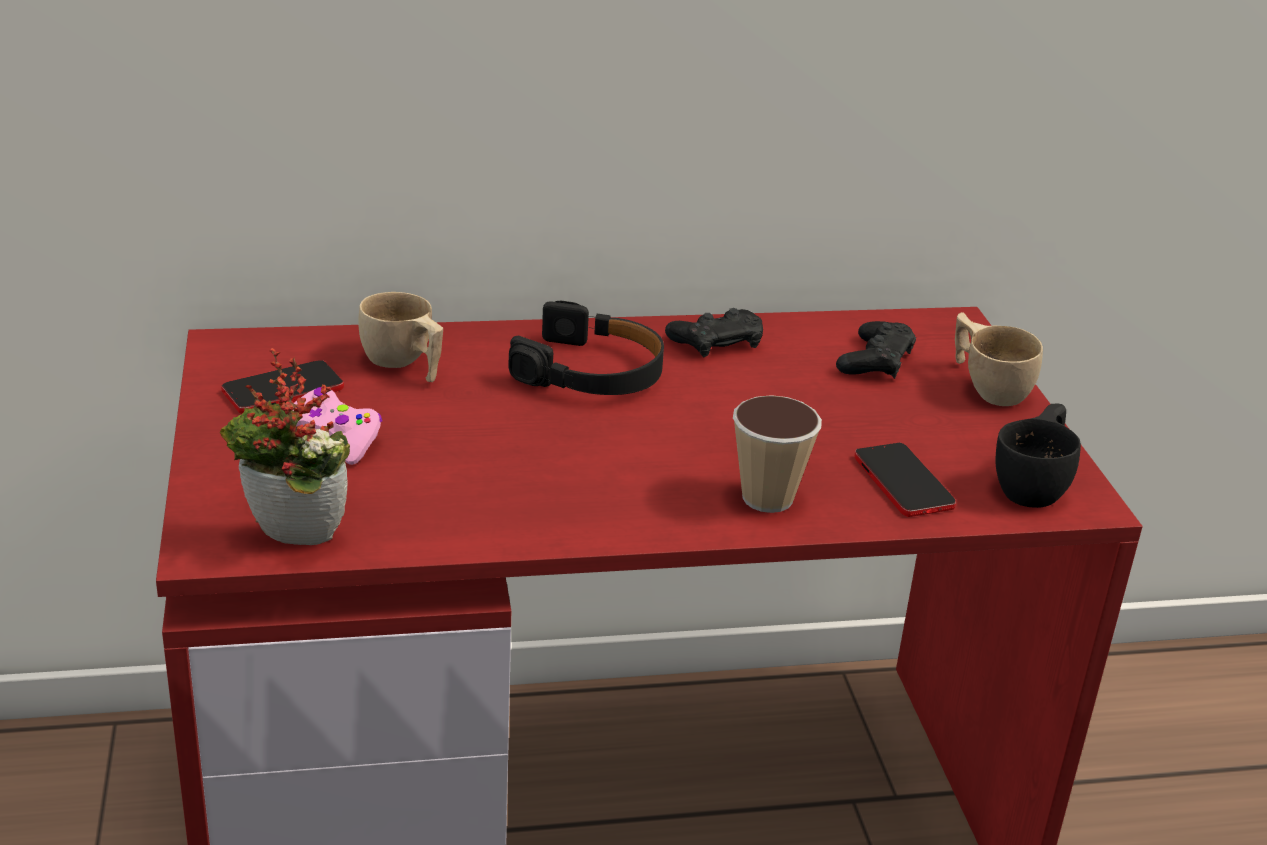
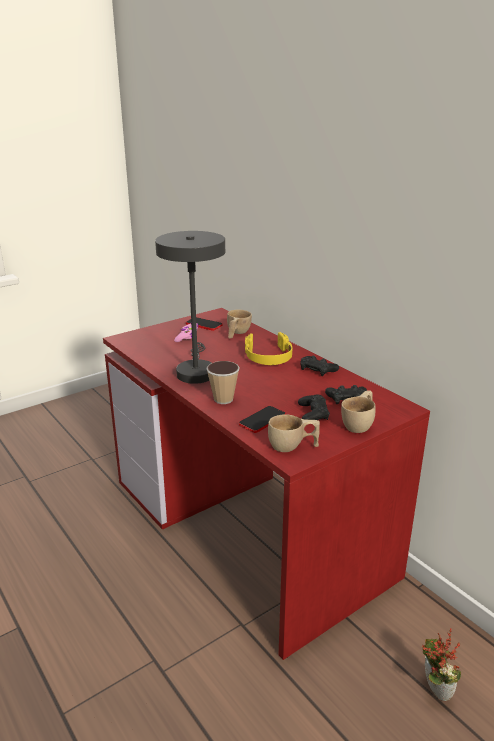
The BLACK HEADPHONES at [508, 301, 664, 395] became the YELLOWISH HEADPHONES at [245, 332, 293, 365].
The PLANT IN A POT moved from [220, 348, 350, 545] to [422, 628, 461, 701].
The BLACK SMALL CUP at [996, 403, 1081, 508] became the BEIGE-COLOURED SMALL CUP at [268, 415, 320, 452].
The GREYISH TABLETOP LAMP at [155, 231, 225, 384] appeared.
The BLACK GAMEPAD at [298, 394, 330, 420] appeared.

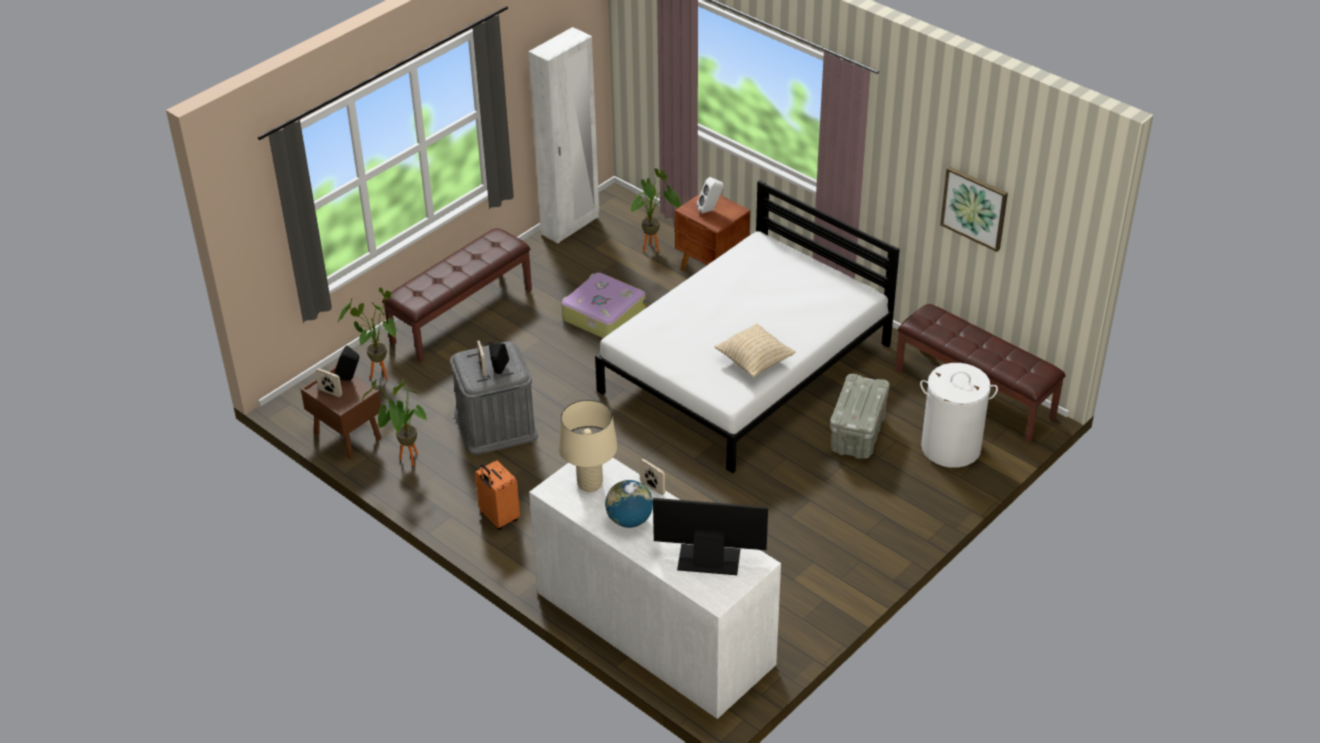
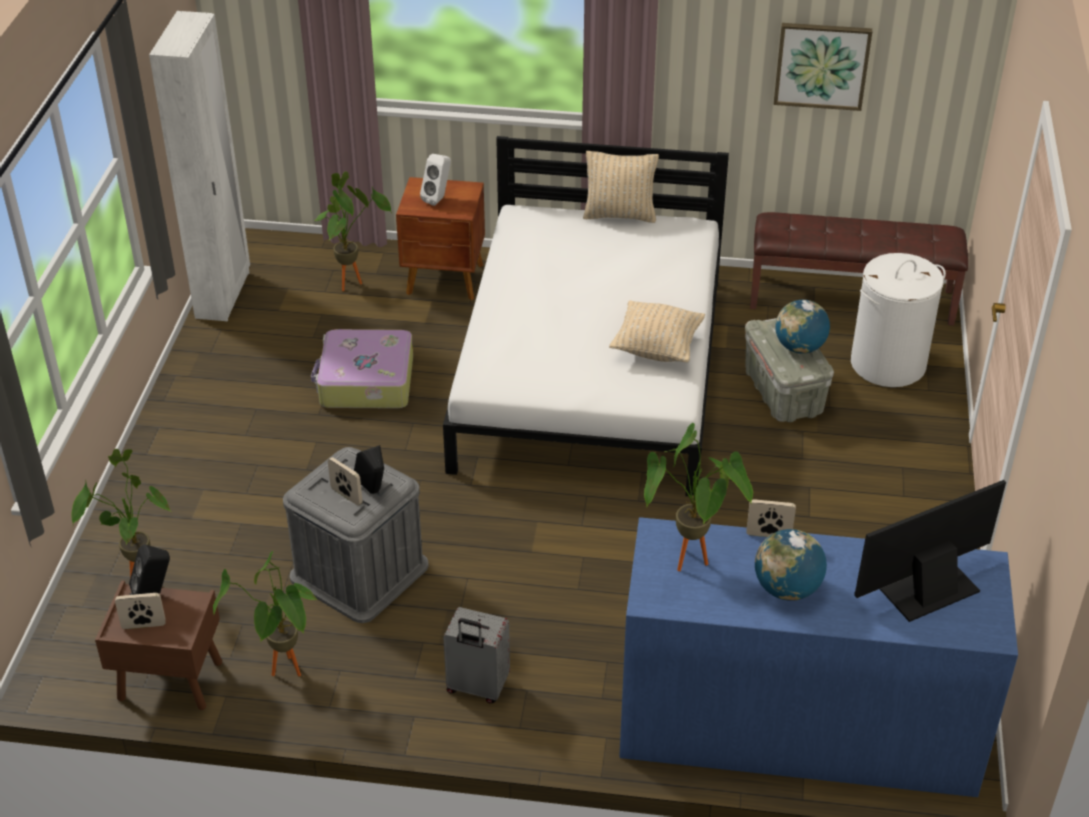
The BROWN-COLOURED BENCH at [382, 228, 532, 363] disappeared.
The BEIGE-COLOURED TABLETOP LAMP at [559, 400, 618, 492] was replaced by the PLANT IN A POT at [644, 423, 753, 571].
The WHITE-COLOURED DRAWER CHEST at [529, 458, 781, 719] became the BLUE DRAWER CHEST at [619, 517, 1018, 797].
The ORANGE PIECE OF LUGGAGE at [475, 460, 520, 530] became the GREYISH PIECE OF LUGGAGE at [443, 607, 510, 703].
The BEIGE-COLOURED CUSHION at [583, 151, 659, 223] appeared.
The DESK GLOBE at [775, 300, 830, 354] appeared.

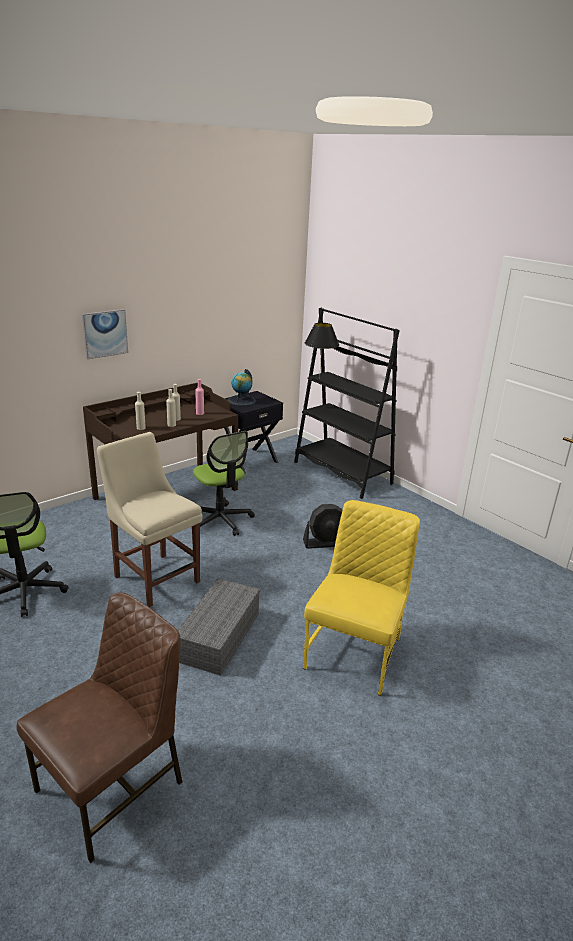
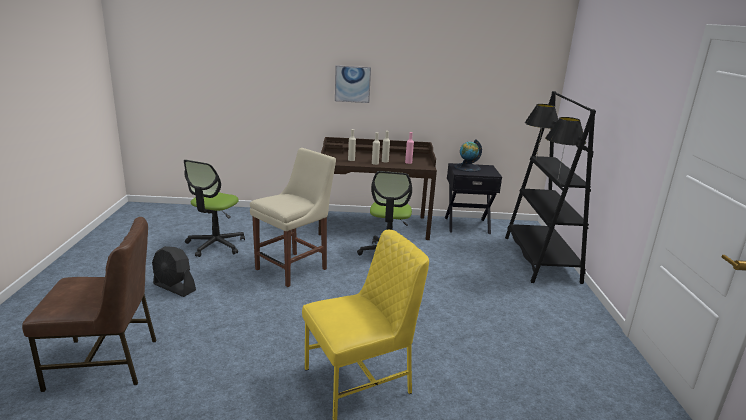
The BEIGE-COLOURED PLAIN CHAIR at [97, 432, 202, 607] turned 45 degrees clockwise.
The BLACK COOLING FAN moved from [303, 504, 343, 549] to [152, 246, 196, 297].
The GREYISH STORAGE CONTAINER at [178, 578, 260, 675] disappeared.
The BLACK TABLETOP LAMP at [545, 117, 586, 178] appeared.

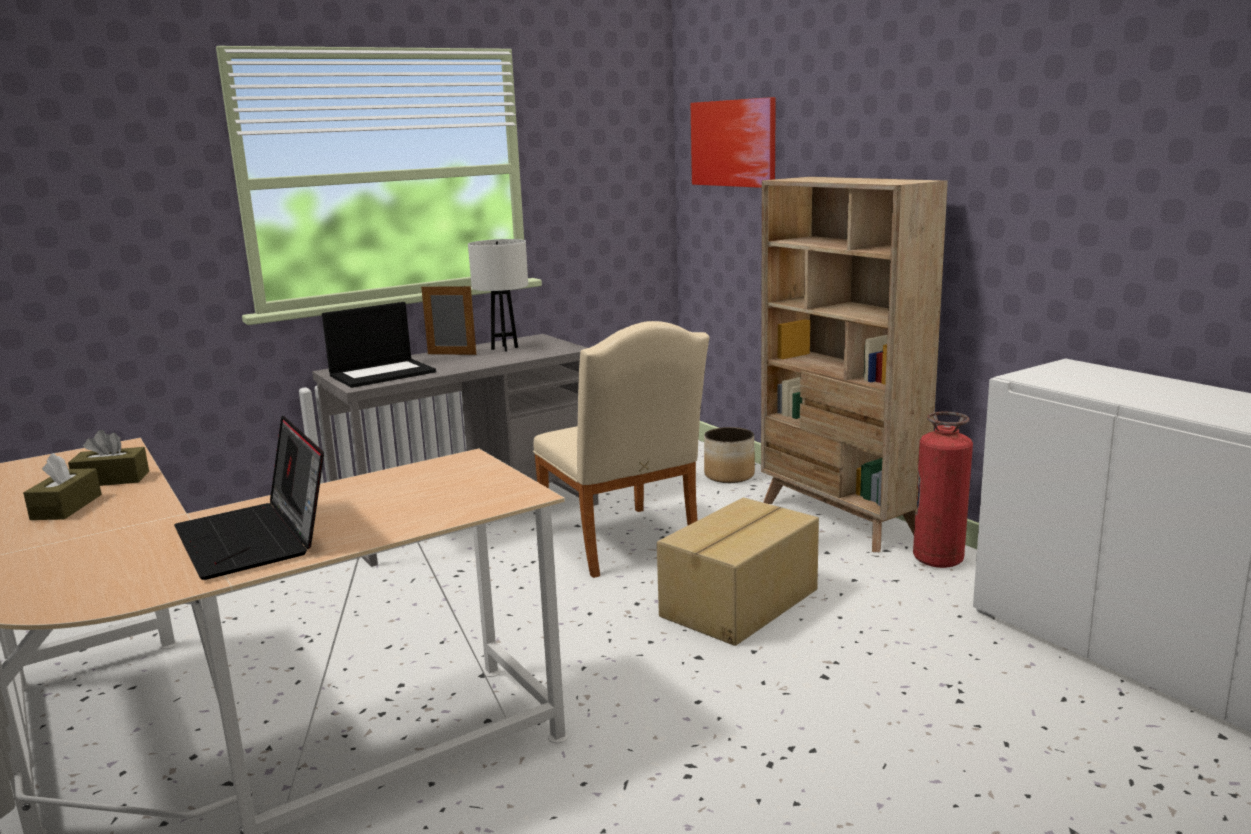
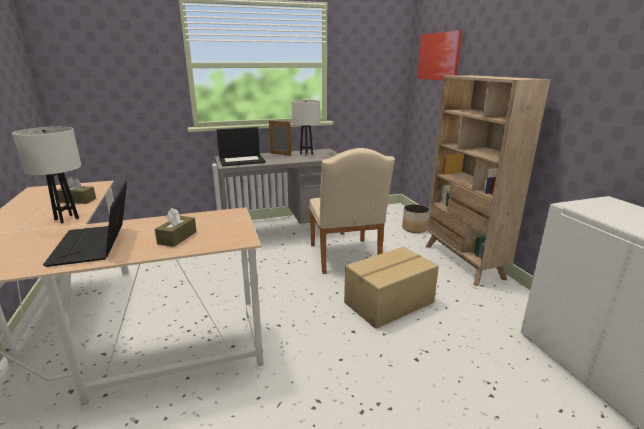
The EXTINGUISHER at [913, 412, 973, 568] disappeared.
The BROWN-COLOURED TISSUE HOLDER moved from [23, 453, 102, 520] to [155, 208, 197, 247].
The WHITE-COLOURED TABLETOP LAMP at [12, 127, 82, 223] appeared.

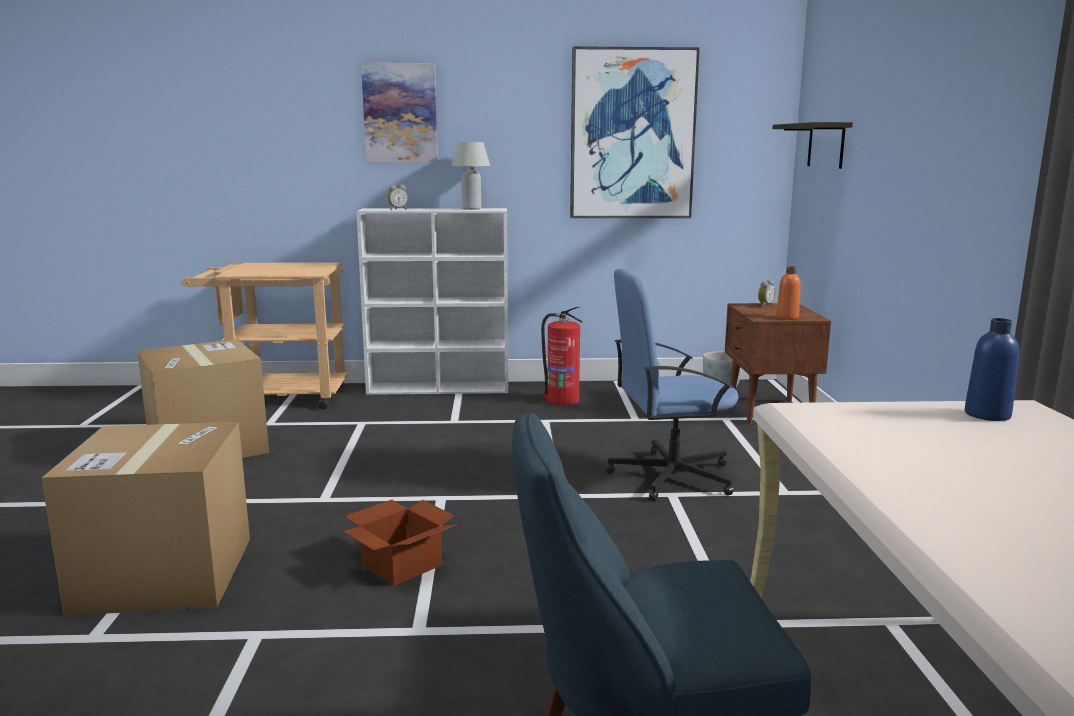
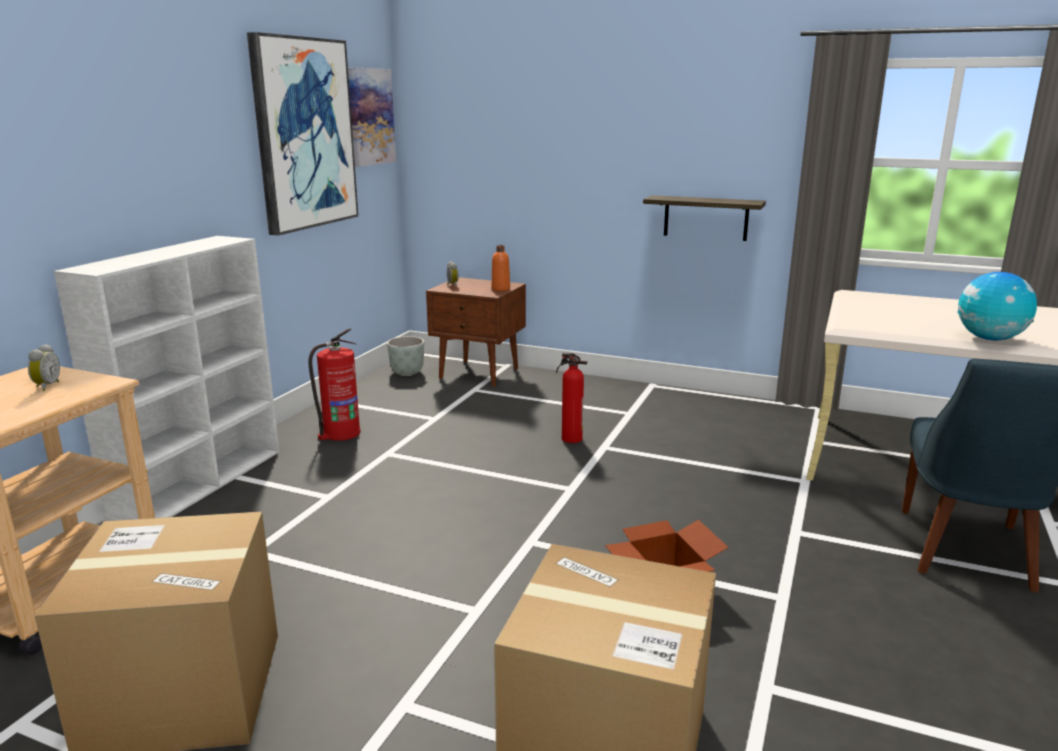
The PICTURE moved from [361, 63, 438, 163] to [348, 67, 396, 167].
The WALL SHELF moved from [773, 122, 853, 169] to [643, 195, 766, 241].
The WHITE-COLOURED TABLETOP LAMP at [451, 142, 490, 210] disappeared.
The BEDSIDE CLOCK moved from [387, 185, 408, 210] to [28, 344, 60, 391].
The BLUE COMPUTER CHAIR at [606, 269, 739, 501] was replaced by the EXTINGUISHER at [556, 353, 587, 443].
The BLUE BEVERAGE BOTTLE at [965, 318, 1019, 421] disappeared.
The DESK GLOBE at [957, 272, 1037, 340] appeared.

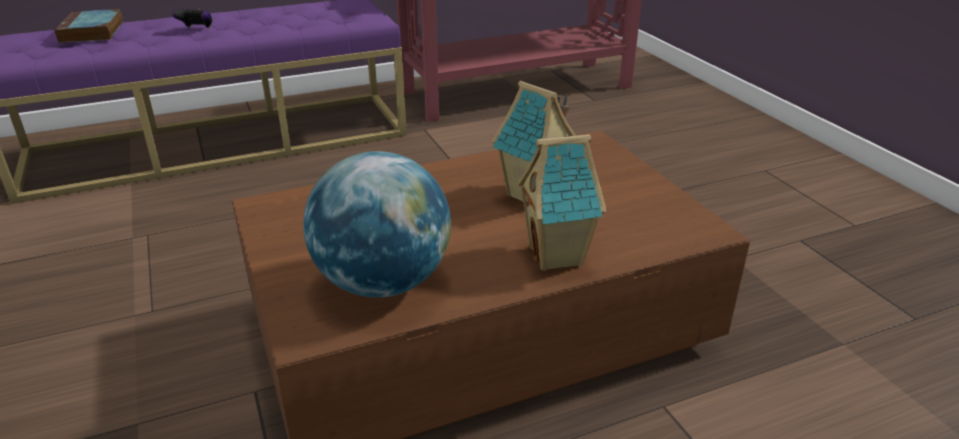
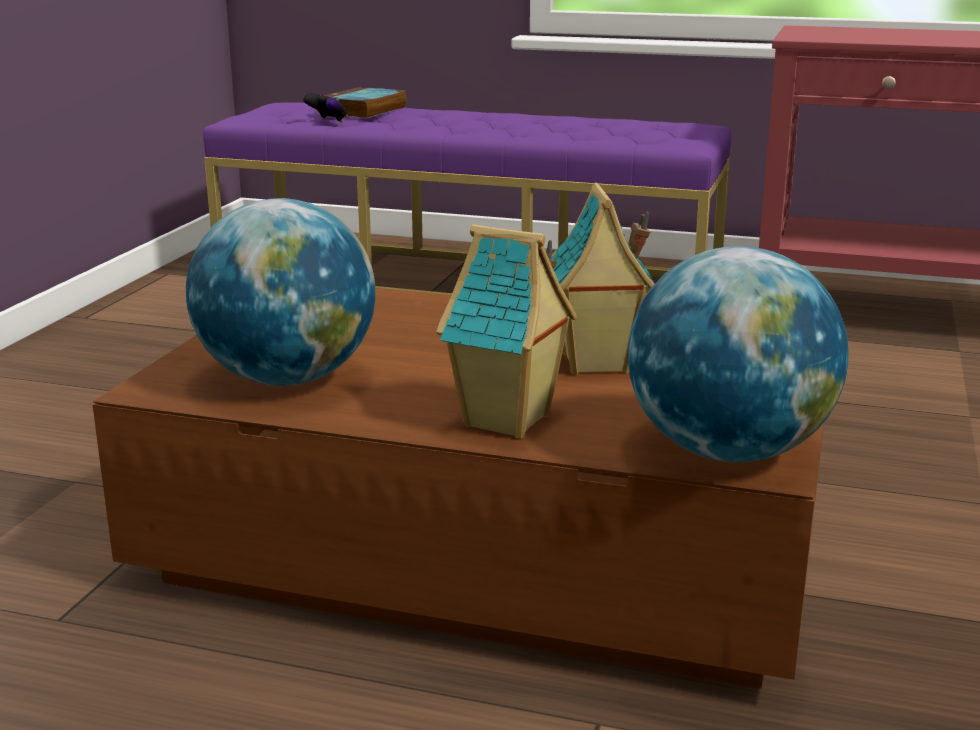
The GAMEPAD moved from [172, 9, 212, 28] to [303, 93, 347, 123].
The DESK GLOBE at [628, 246, 849, 462] appeared.

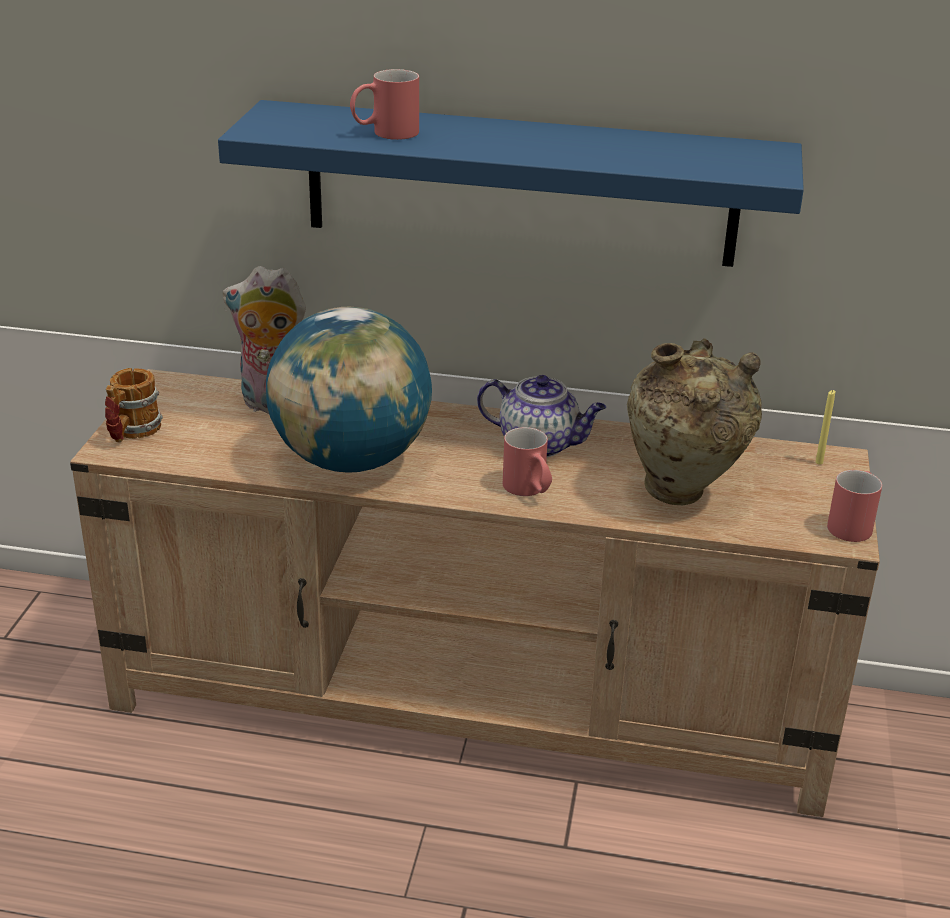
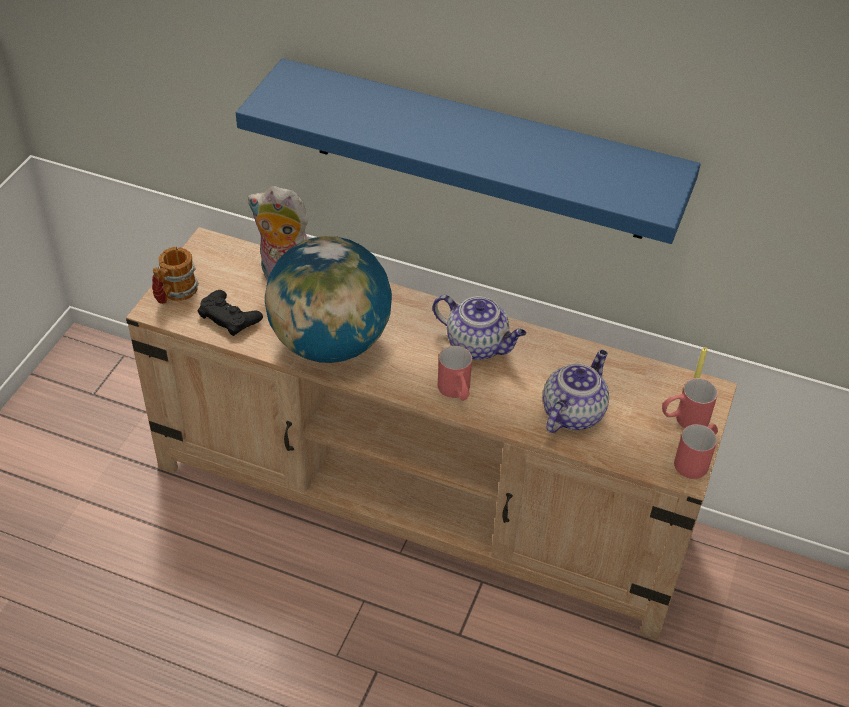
The REDDISH TEA MUG moved from [350, 69, 419, 140] to [662, 378, 718, 428].
The BEIGE-COLOURED FLOWER VASE at [627, 338, 762, 505] was replaced by the POT FOR TEA at [543, 350, 609, 433].
The BLACK GAMEPAD at [197, 290, 263, 336] appeared.

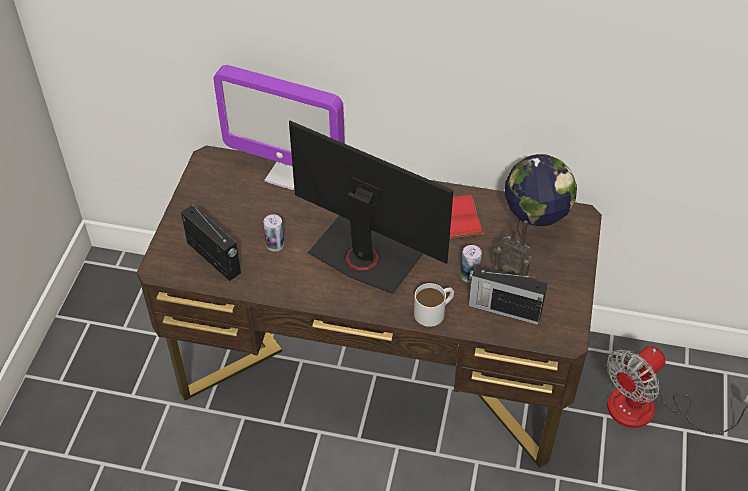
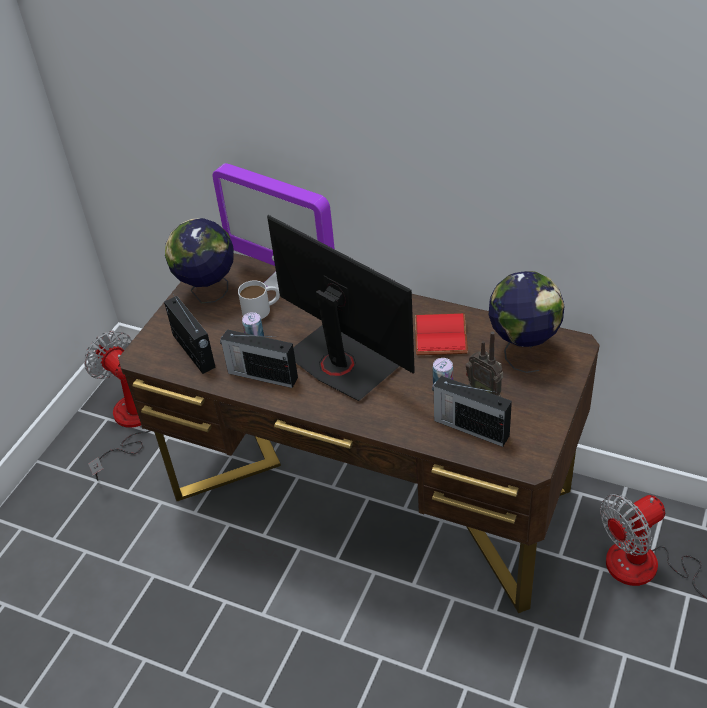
The WHITE-COLOURED TEA MUG moved from [414, 283, 454, 327] to [238, 280, 280, 319].
The DESK GLOBE at [165, 218, 234, 303] appeared.
The RADIO at [220, 329, 298, 388] appeared.
The COOLING FAN at [84, 331, 150, 481] appeared.

